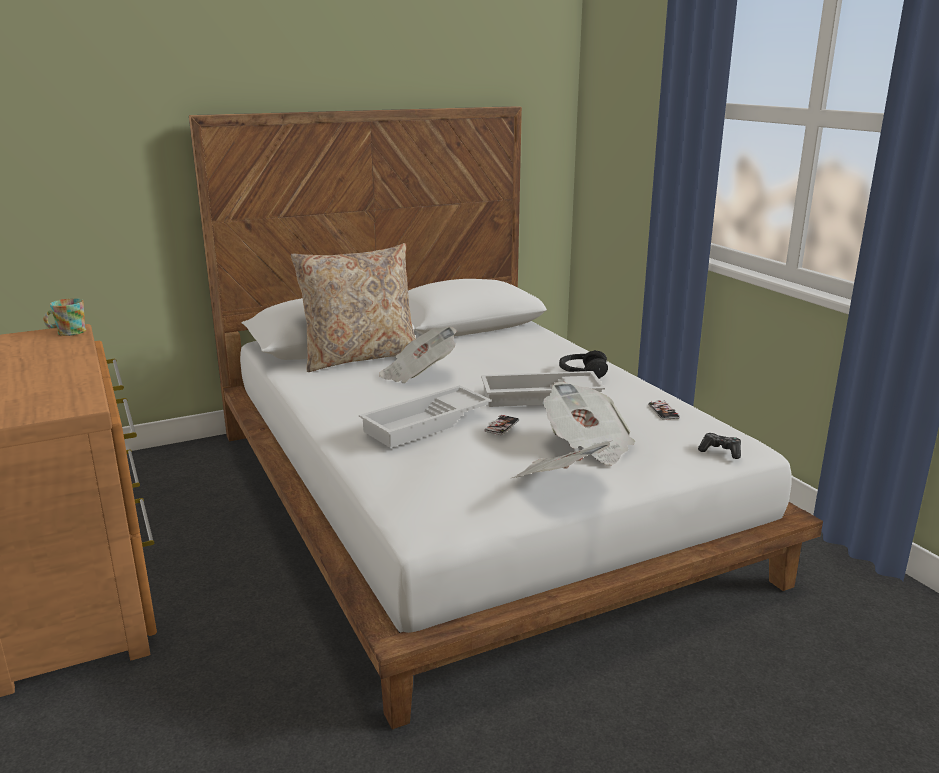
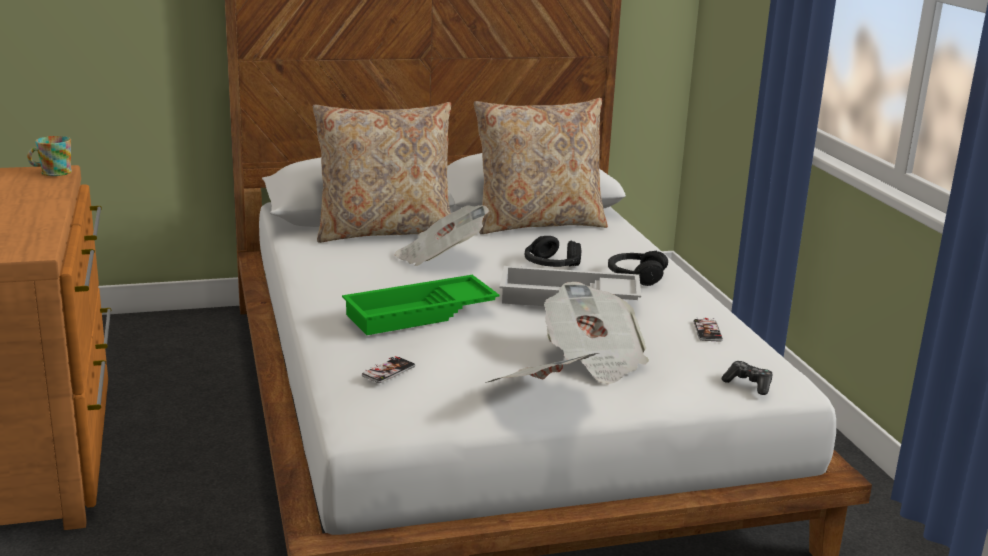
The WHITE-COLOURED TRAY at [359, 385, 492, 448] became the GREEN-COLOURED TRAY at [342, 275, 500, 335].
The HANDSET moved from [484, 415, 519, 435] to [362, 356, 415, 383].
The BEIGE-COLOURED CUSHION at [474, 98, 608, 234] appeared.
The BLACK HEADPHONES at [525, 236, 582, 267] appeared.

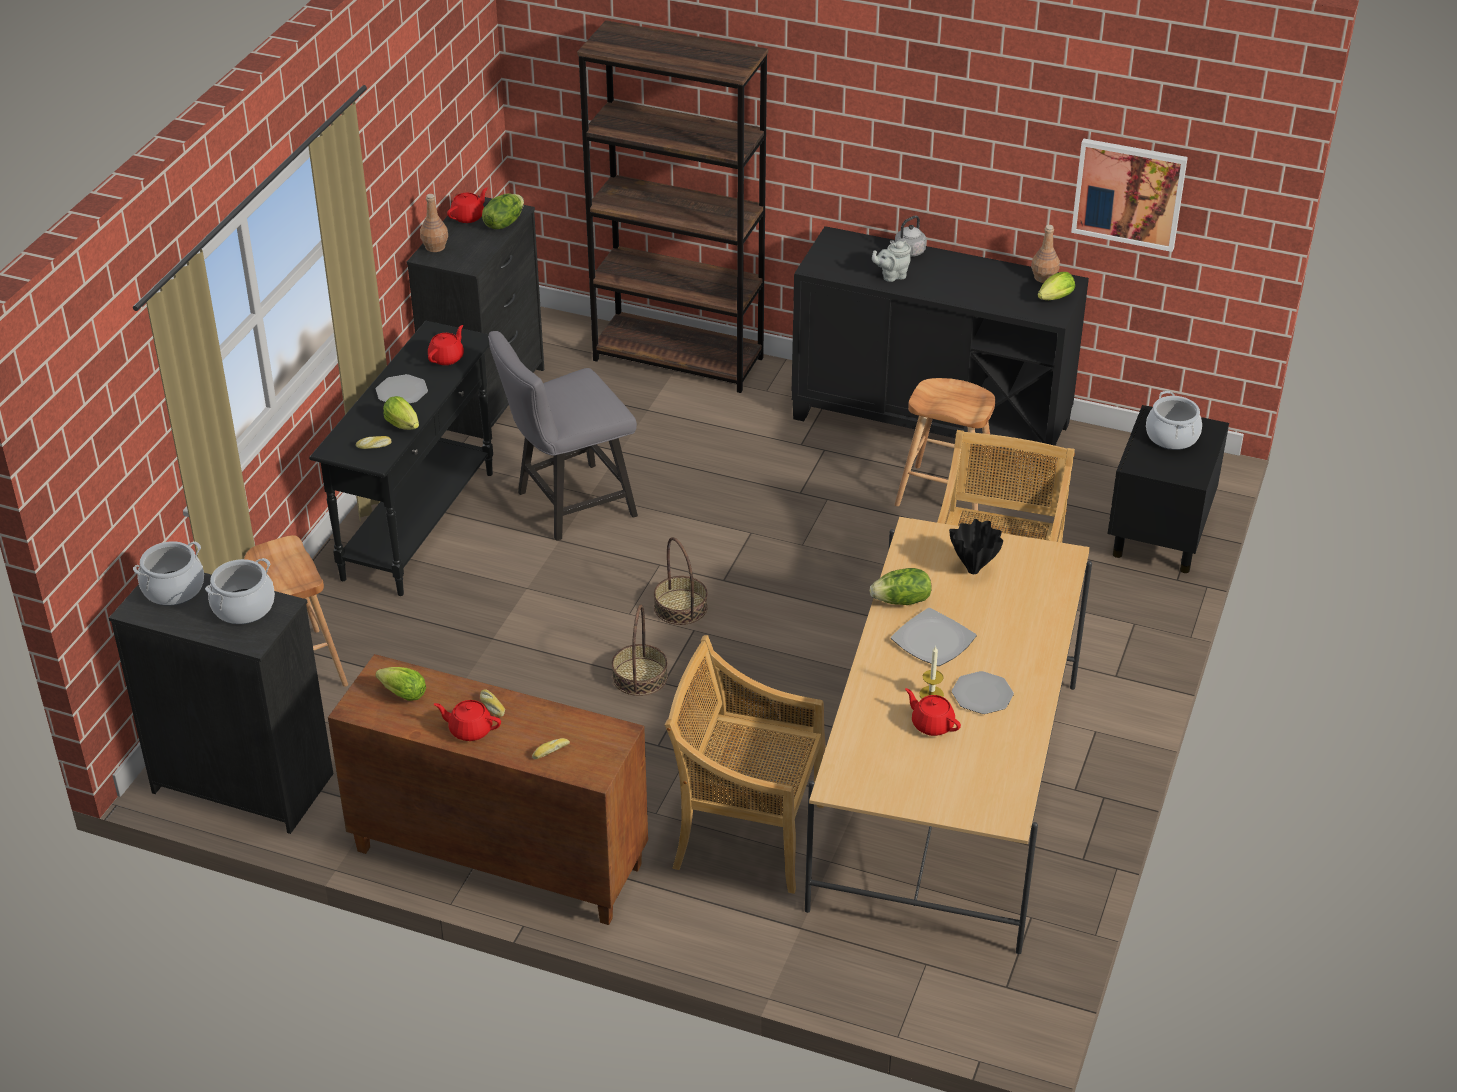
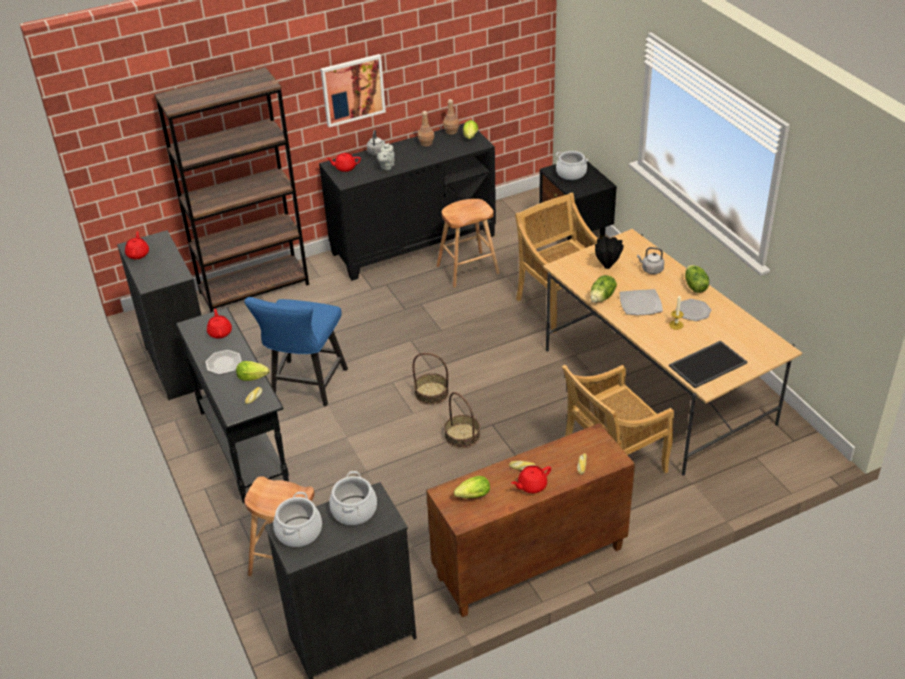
The PICTURE moved from [1071, 138, 1188, 252] to [321, 54, 386, 127].
The LETTUCE HEAD moved from [482, 193, 524, 229] to [685, 265, 709, 293].
The BROWN-COLOURED BEVERAGE BOTTLE moved from [420, 194, 448, 252] to [418, 111, 434, 146].
The GREYISH PLAIN CHAIR at [488, 331, 638, 541] became the BLUE PLAIN CHAIR at [244, 297, 348, 406].
The REDDISH POT FOR TEA moved from [905, 688, 961, 736] to [327, 153, 361, 172].
The GREYISH WATER KETTLE at [637, 247, 664, 274] appeared.
The TRAY at [669, 341, 747, 388] appeared.

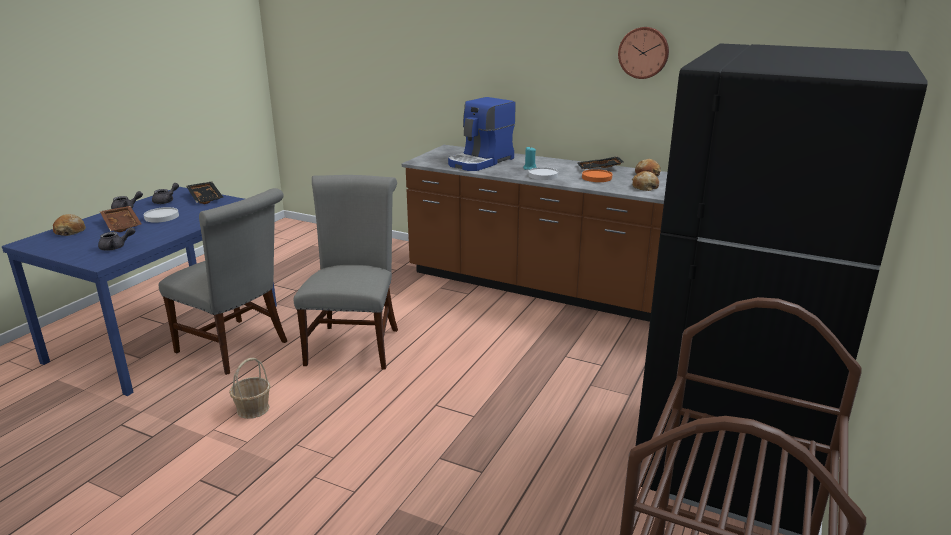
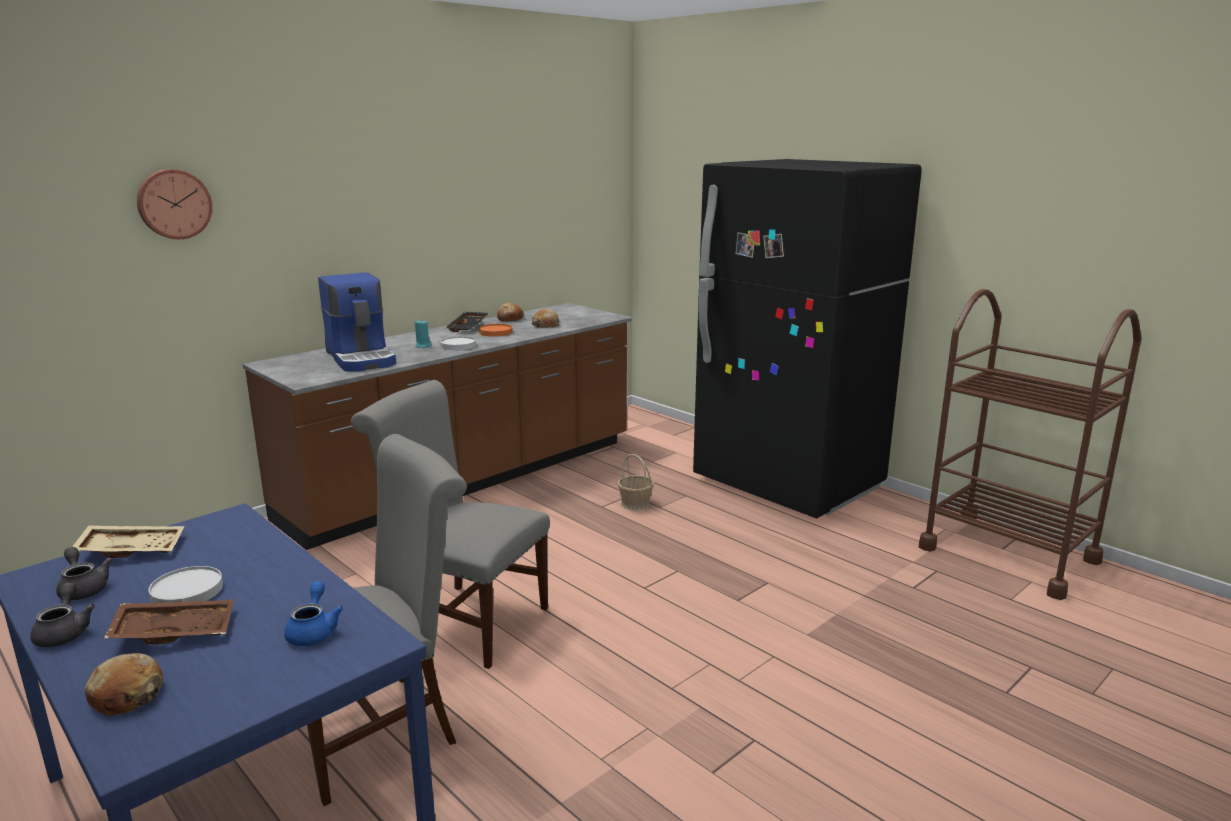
The WALL CLOCK moved from [618, 27, 669, 79] to [137, 169, 212, 239].
The BLACK TRAY at [186, 182, 224, 204] became the BEIGE-COLOURED TRAY at [72, 525, 184, 558].
The GREYISH POT FOR TEA at [98, 227, 135, 251] became the BLUE POT FOR TEA at [284, 581, 344, 646].
The HOUSEHOLD BASKET moved from [229, 358, 270, 419] to [617, 454, 654, 511].

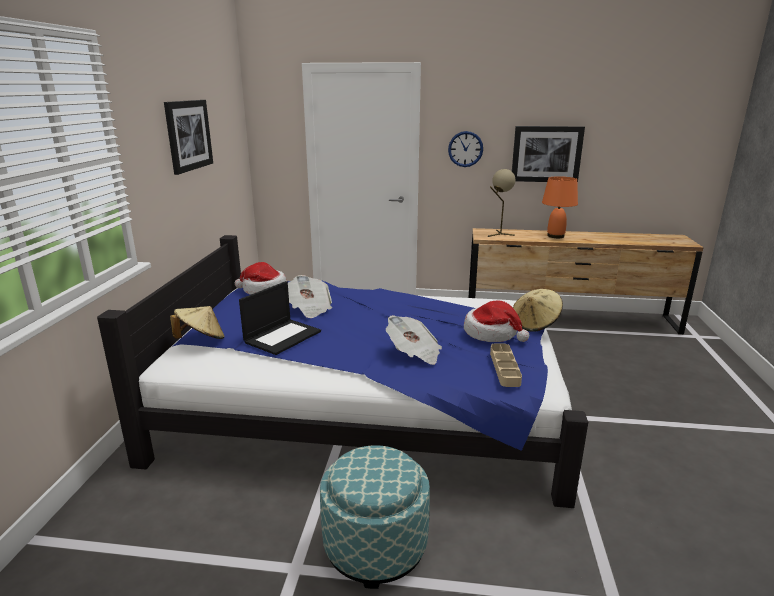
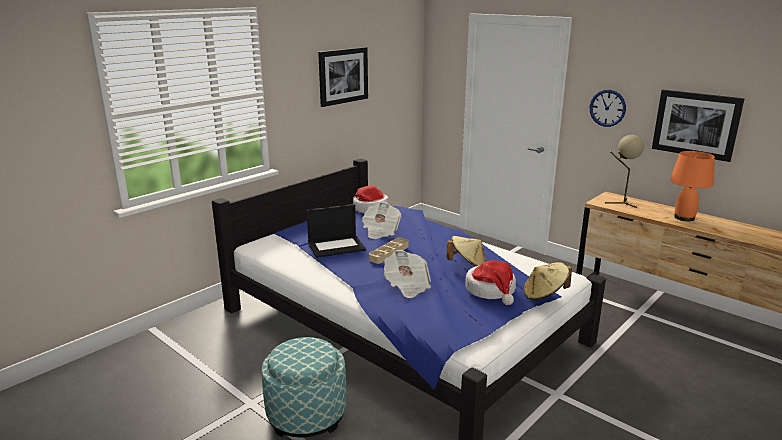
The BEIGE-COLOURED HAT moved from [170, 306, 224, 339] to [447, 236, 486, 266].
The BEIGE-COLOURED TRAY moved from [490, 343, 522, 387] to [369, 237, 409, 264].

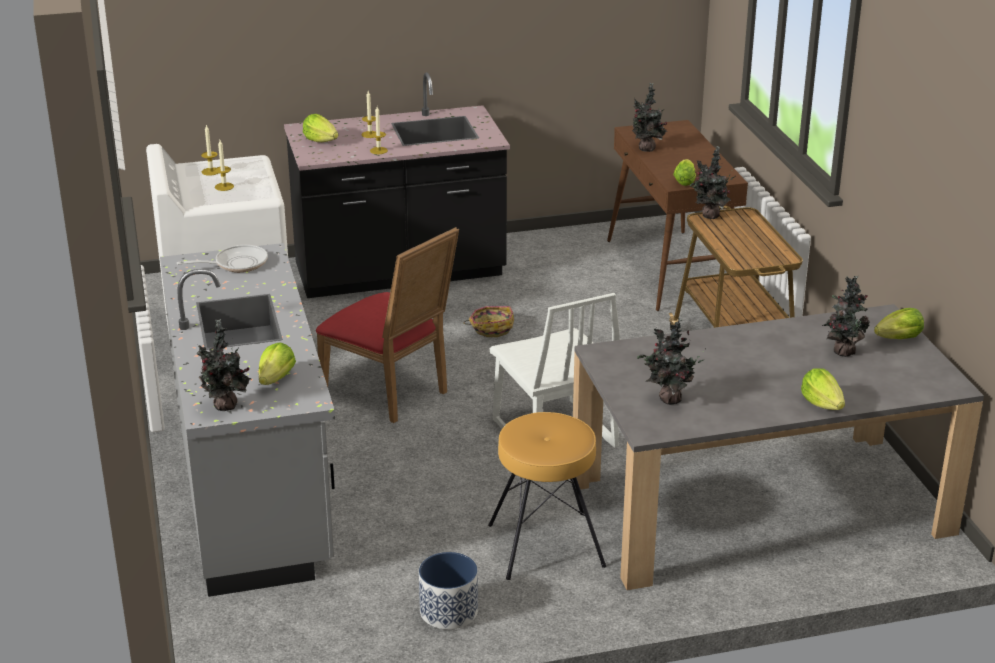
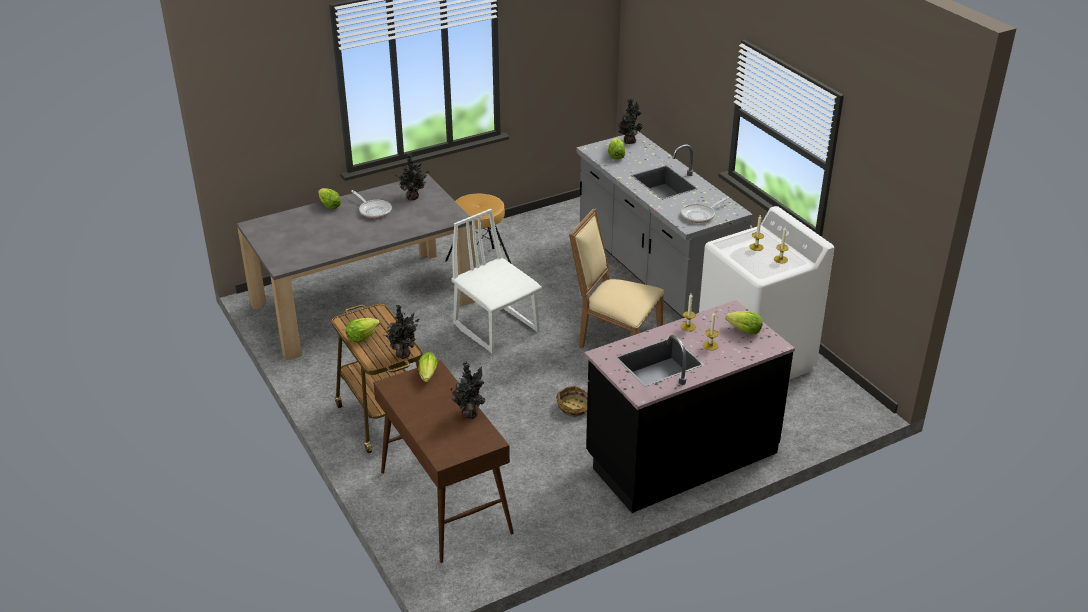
The REDDISH PLAIN CHAIR at [316, 227, 459, 423] became the BEIGE-COLOURED PLAIN CHAIR at [569, 208, 664, 348].
The PLANT IN A POT at [822, 276, 870, 357] disappeared.
The LETTUCE HEAD moved from [874, 308, 924, 339] to [346, 318, 380, 343].
The PLANTER at [419, 552, 478, 629] disappeared.
The PAN at [351, 190, 392, 218] appeared.

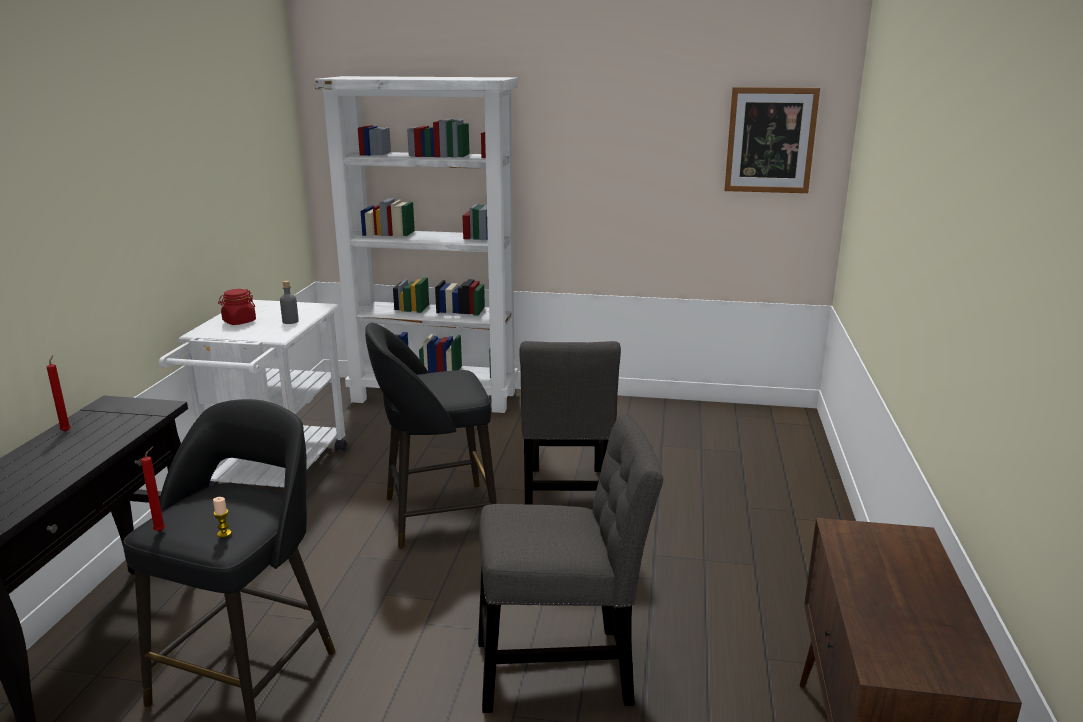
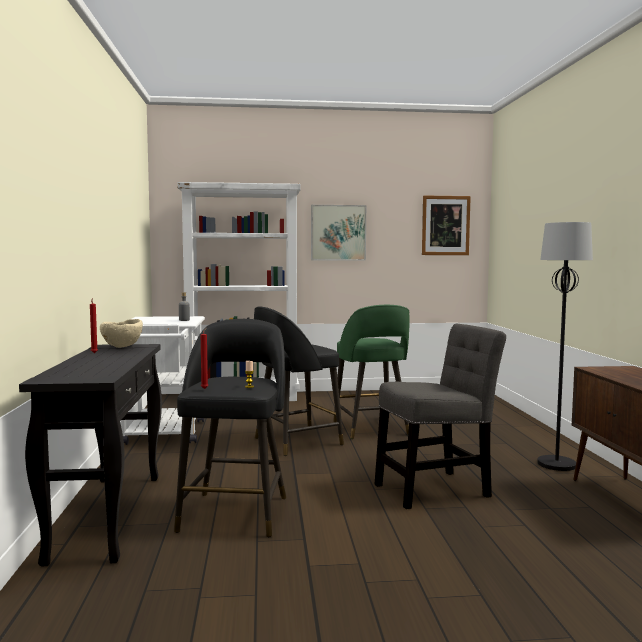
The REDDISH PRESERVE JAR at [218, 289, 256, 325] disappeared.
The GREYISH PLAIN CHAIR at [519, 341, 621, 505] was replaced by the GREEN-COLOURED SITTING STOOL at [333, 305, 410, 439].
The PICTURE at [311, 205, 366, 261] appeared.
The BLACK FLOOR LAMP at [537, 222, 593, 471] appeared.
The BEIGE-COLOURED SERVING BOWL at [100, 319, 143, 348] appeared.

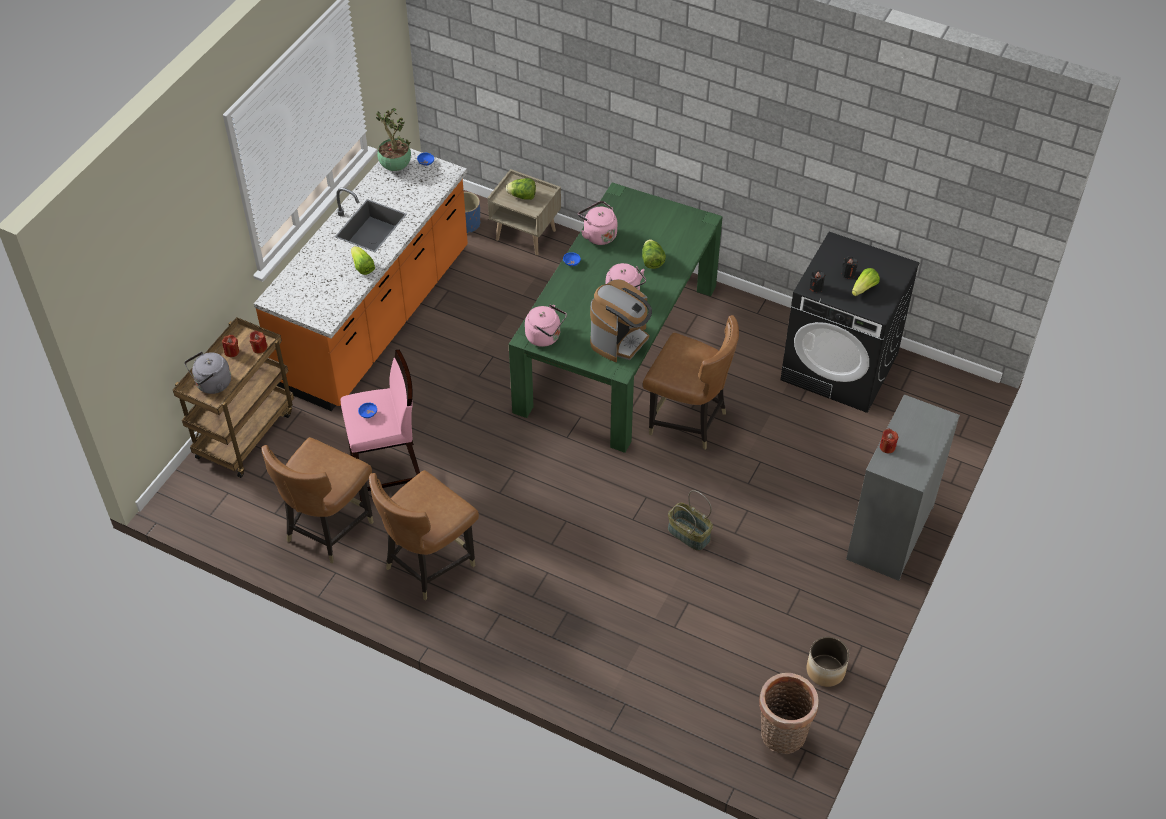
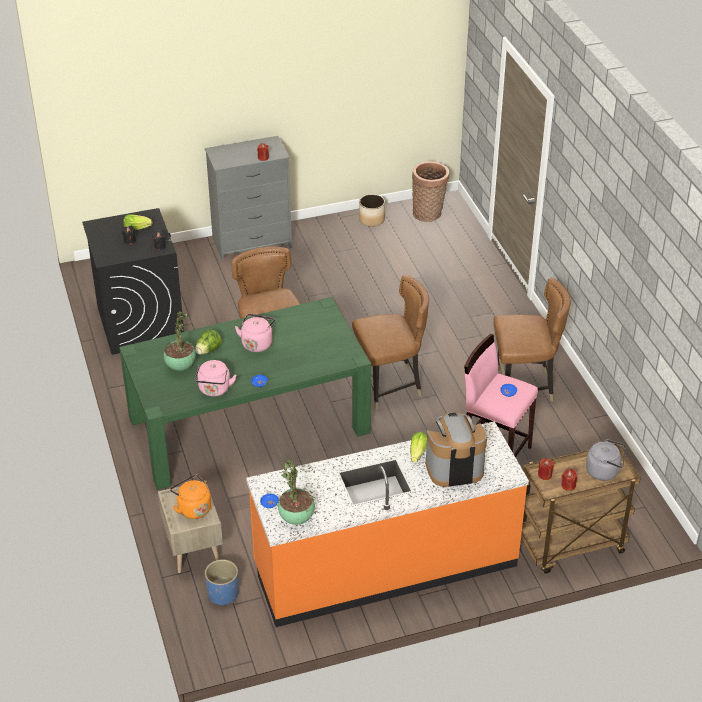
The LETTUCE HEAD at [506, 178, 536, 200] was replaced by the ORANGE WATER KETTLE at [170, 474, 211, 519].
The COFFEE BREWER moved from [590, 279, 652, 362] to [425, 413, 487, 487].
The PINK WATER KETTLE at [525, 305, 567, 347] disappeared.
The BROWN-COLOURED PLAIN CHAIR moved from [261, 437, 374, 563] to [352, 274, 429, 409].
The HOUSEHOLD BASKET at [668, 490, 713, 551] disappeared.
The PLANT IN A POT at [163, 311, 196, 371] appeared.

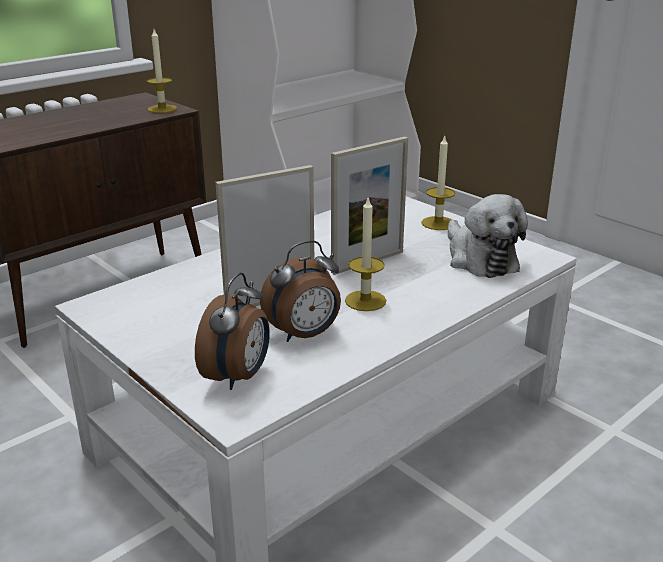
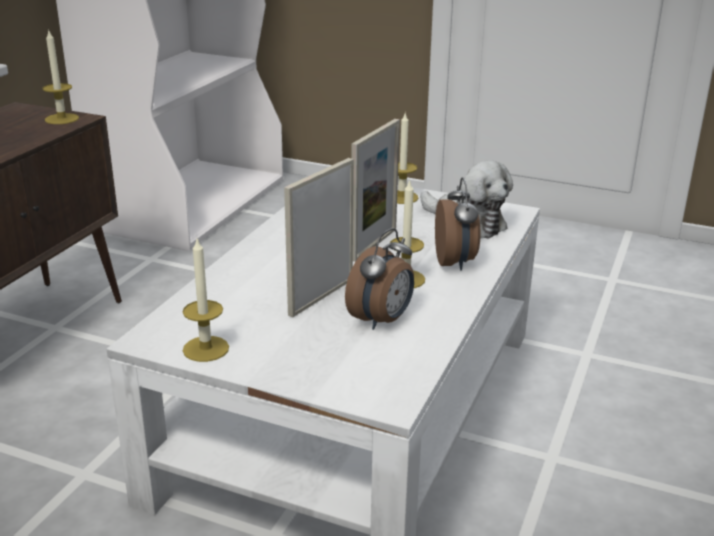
The BEDSIDE CLOCK moved from [195, 273, 270, 390] to [435, 177, 480, 270].
The CANDLE at [183, 239, 229, 362] appeared.

